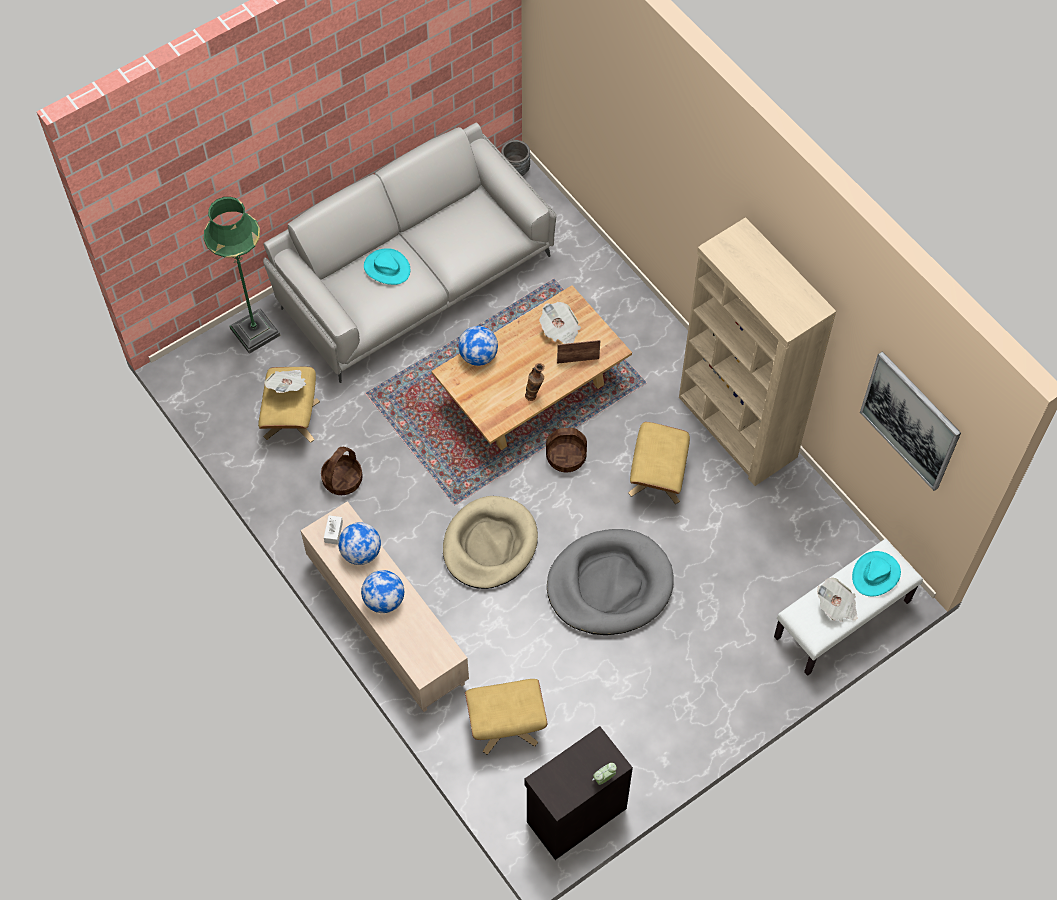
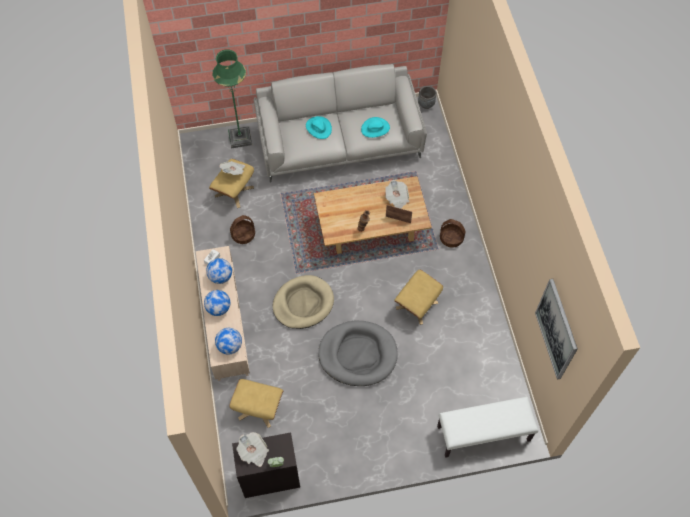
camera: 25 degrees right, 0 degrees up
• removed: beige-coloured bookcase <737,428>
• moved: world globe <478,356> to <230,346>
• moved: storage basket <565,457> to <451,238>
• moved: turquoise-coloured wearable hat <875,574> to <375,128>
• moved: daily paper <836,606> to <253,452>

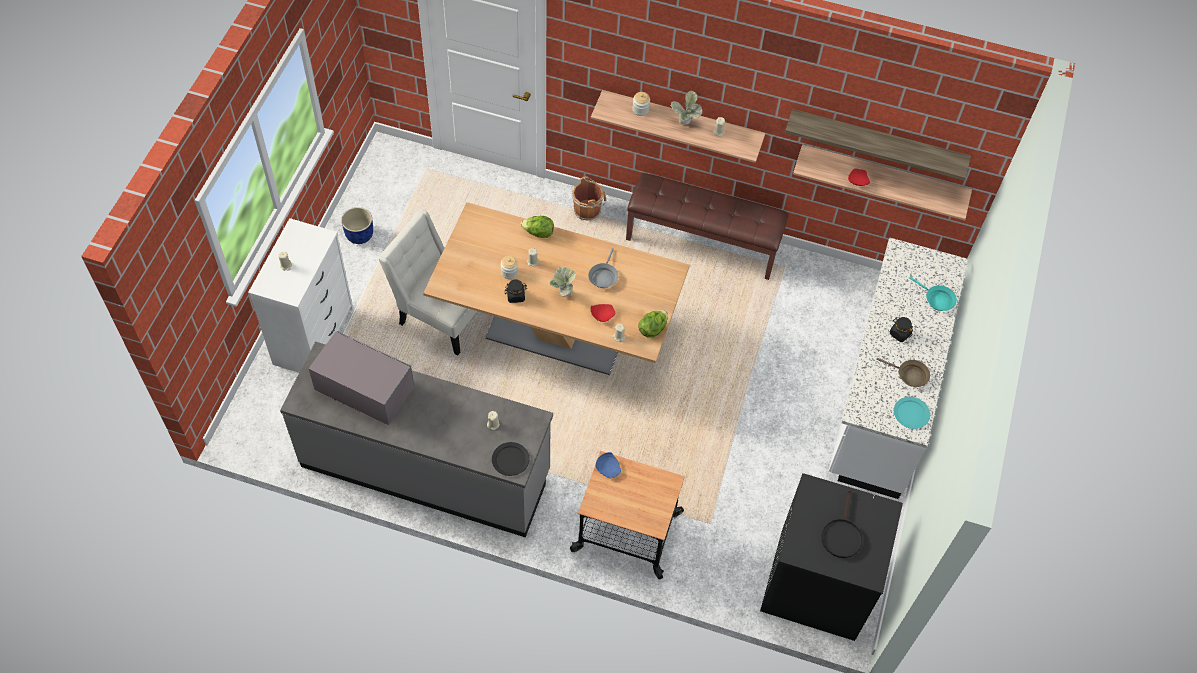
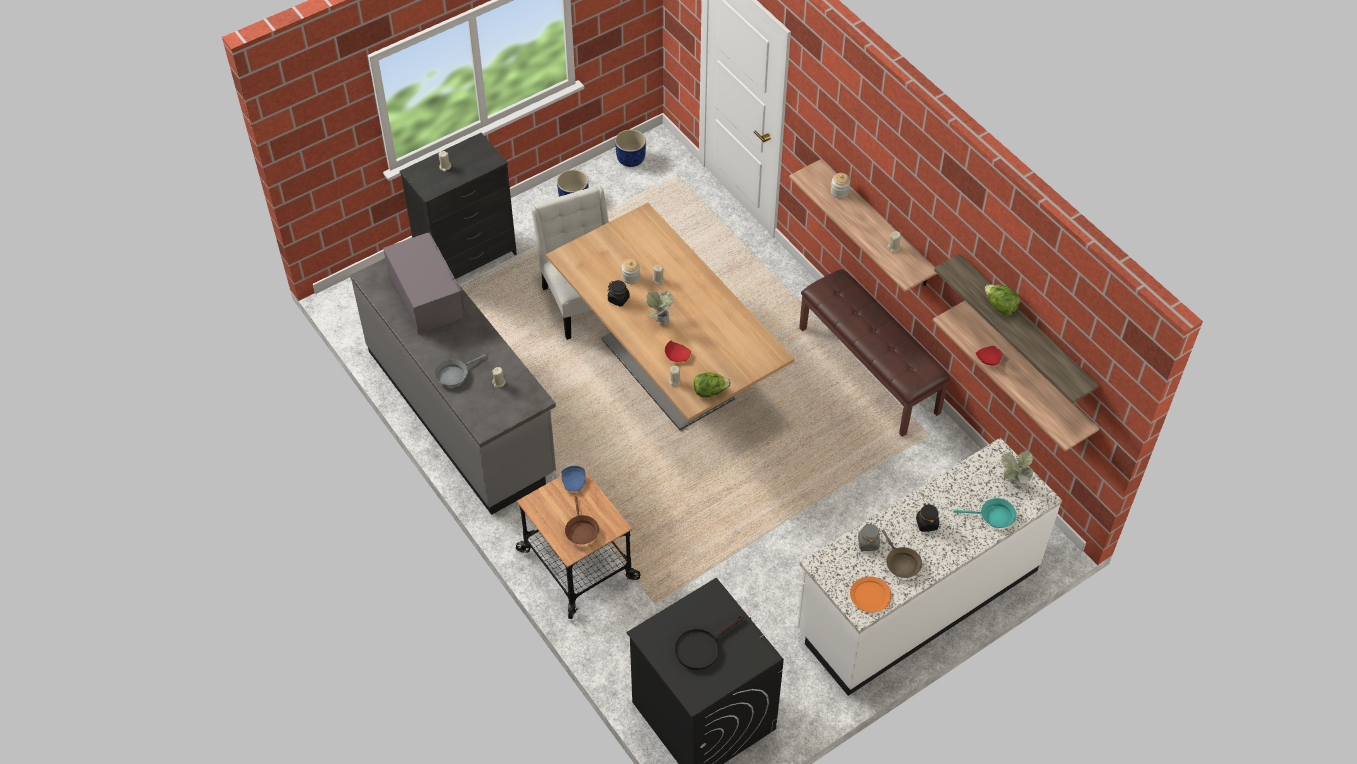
camera: 40 degrees right, 5 degrees down
• moved: houseplant <684,124> to <1012,483>
• removed: brown water bucket <588,210>
• moved: lettuce <538,233> to <1000,307>
• recoloured: white-coloured chest of drawers <314,336> to blackish chest of drawers <467,258>
• moved: grey frying pan <603,276> to <454,374>
• turned: turquoise-coloured frying pan <937,299> = <993,516> 75 degrees counterclockwise
• recoloured: turquoise-coloured dinner plate <911,413> to orange-coloured dinner plate <870,595>
• removed: blackish dinner plate <511,460>
• added: bluish planter <631,159>
• added: brown frying pan <581,530>
• added: grey jar <868,543>

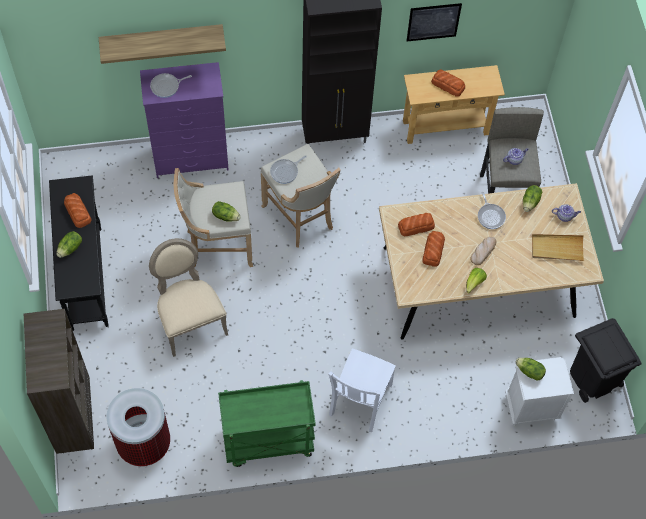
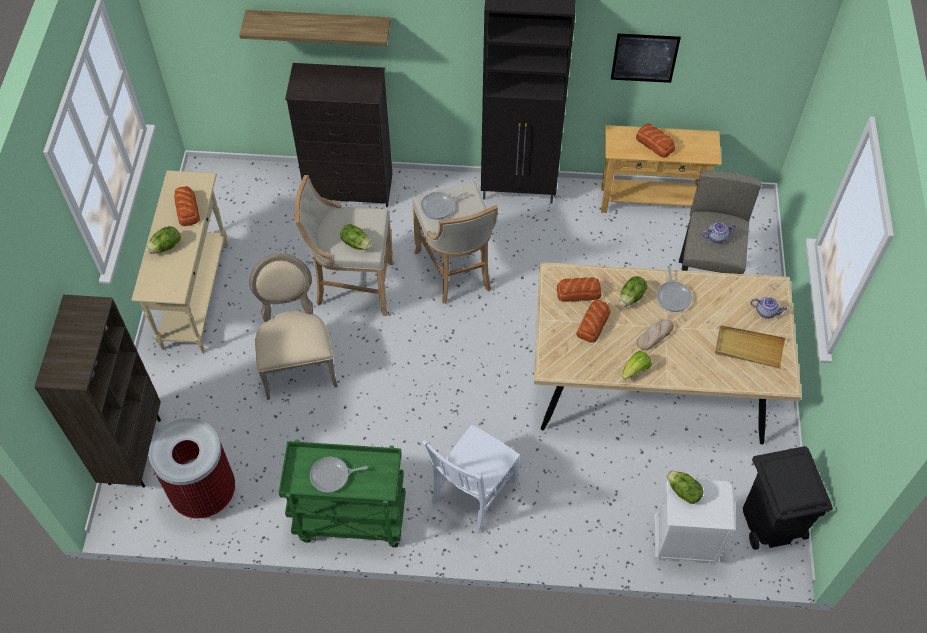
camera: 15 degrees right, 5 degrees down
• recoloured: purplish chest of drawers <191,159> to blackish chest of drawers <350,188>
• moved: frying pan <166,86> to <332,476>
• recoloured: blackish narrow table <86,278> to beige-coloured narrow table <196,295>
• moved: lettuce <530,202> to <632,297>

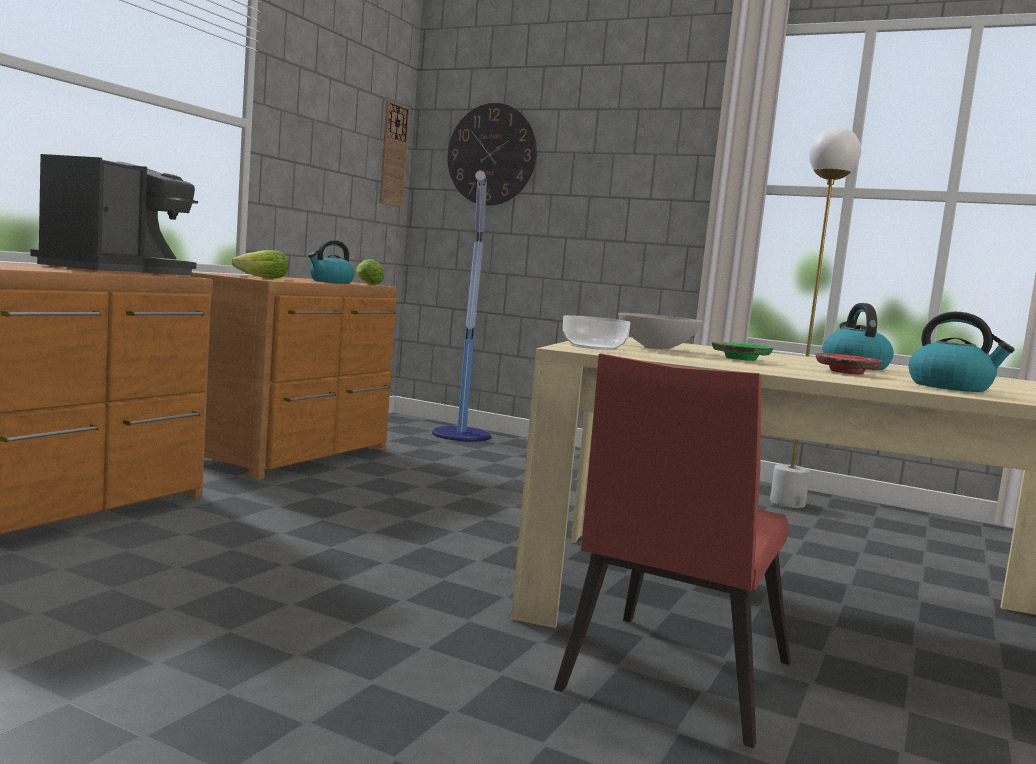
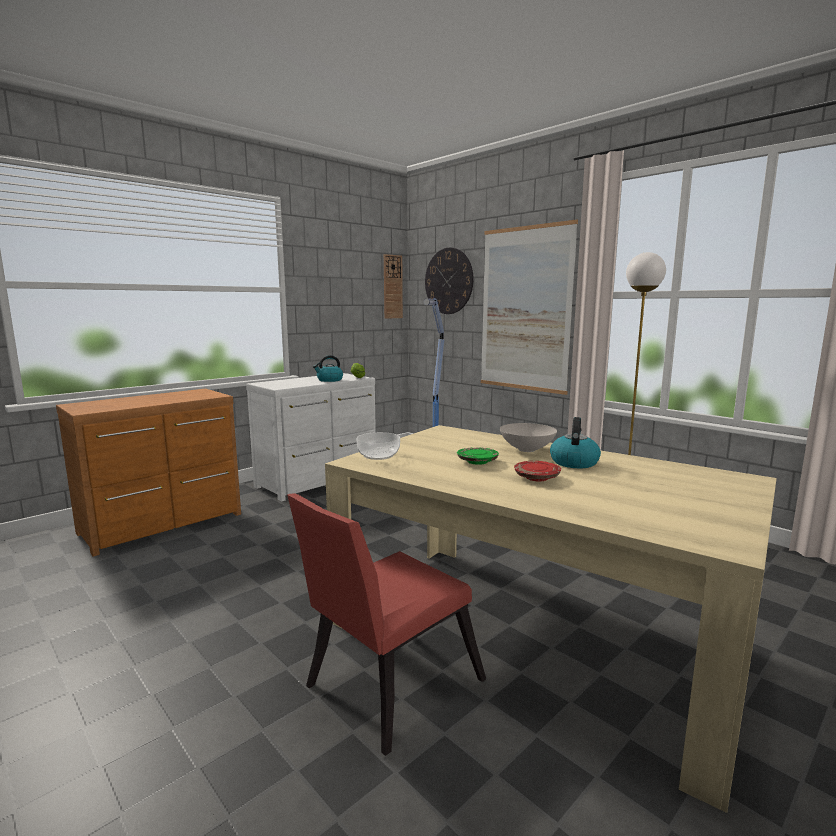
camera: 20 degrees right, 5 degrees up
• removed: coffee maker <119,270>
• removed: lettuce <259,277>
• recoloured: brown chest of drawers <297,455> to white-coloured chest of drawers <319,481>
• removed: kettle <951,387>
• moved: white-coloured deep dish <655,348> to <526,449>
• added: picture <525,309>

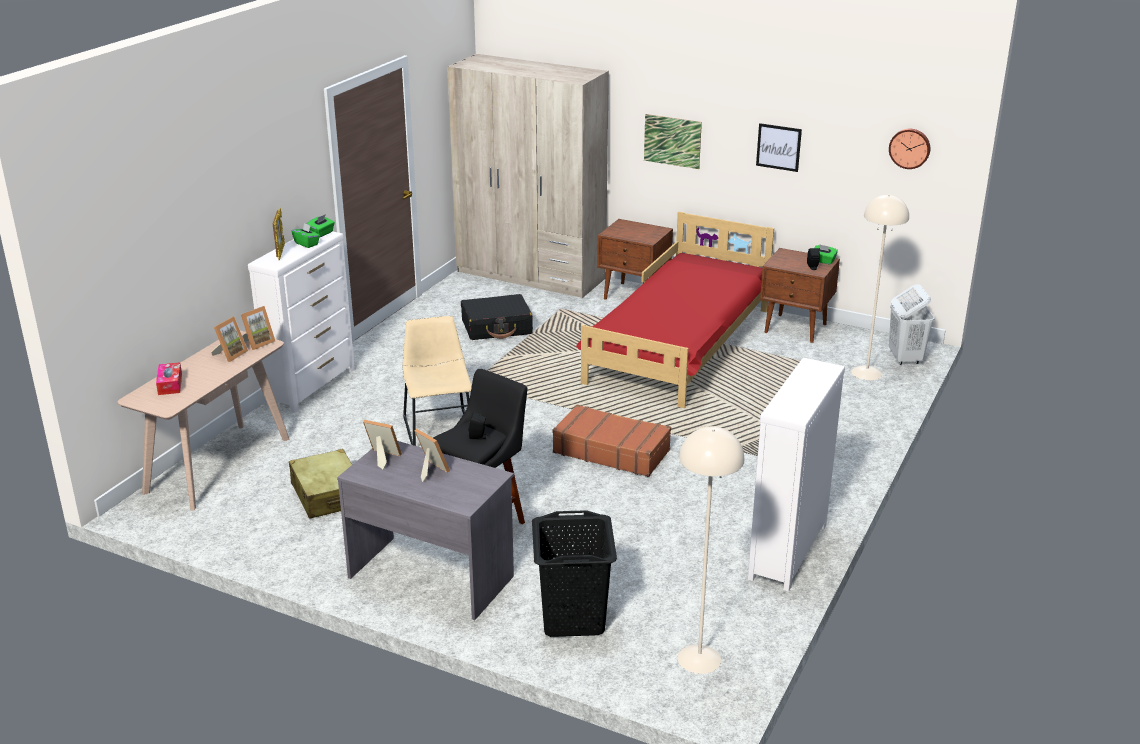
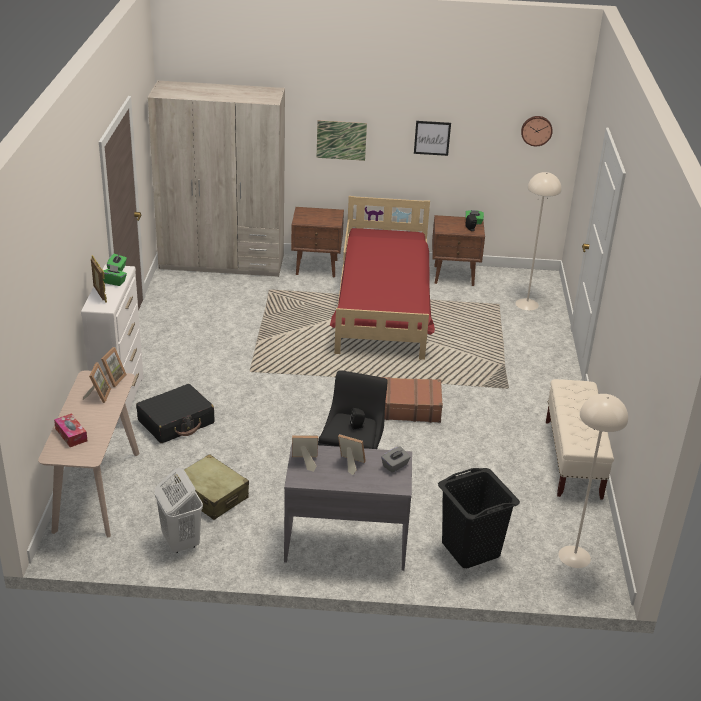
camera: 25 degrees left, 5 degrees up
• moved: white-coloured laundry basket <905,358> to <180,542>
• moved: blackish suitcase <497,327> to <176,422>
• removed: beige-coloured upright chair <438,428>
• replaced: white-coloured chest of drawers <787,551> to beige-coloured indoor bench <573,459>
• added: grey tissue holder <395,466>

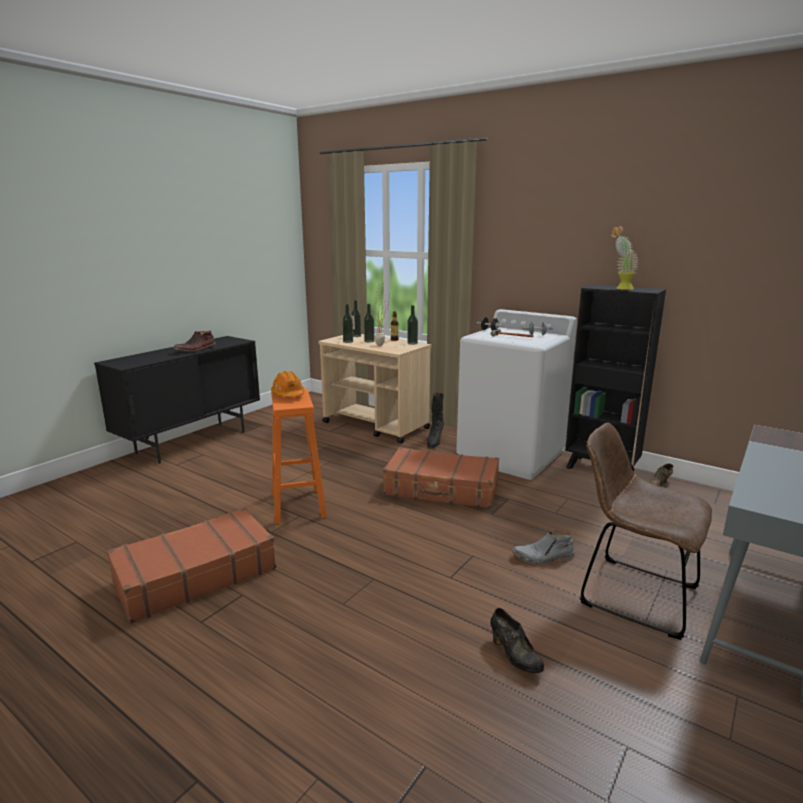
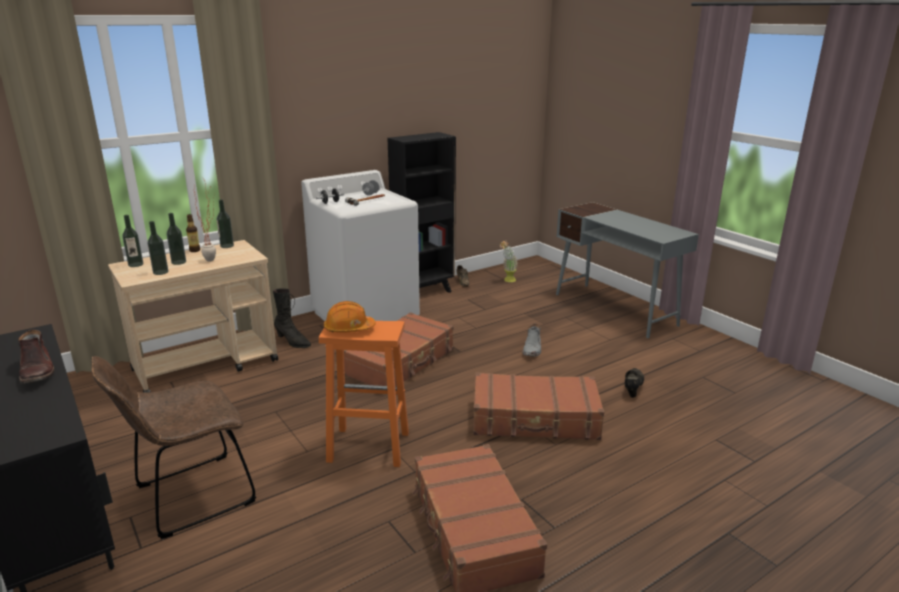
camera: 70 degrees left, 5 degrees up
• moved: houseplant <620,288> to <507,281>
• moved: brown upright chair <632,593> to <189,497>
• turned: blackish item of footwear <514,656> = <632,388> 60 degrees counterclockwise
• added: brown suitcase <535,419>

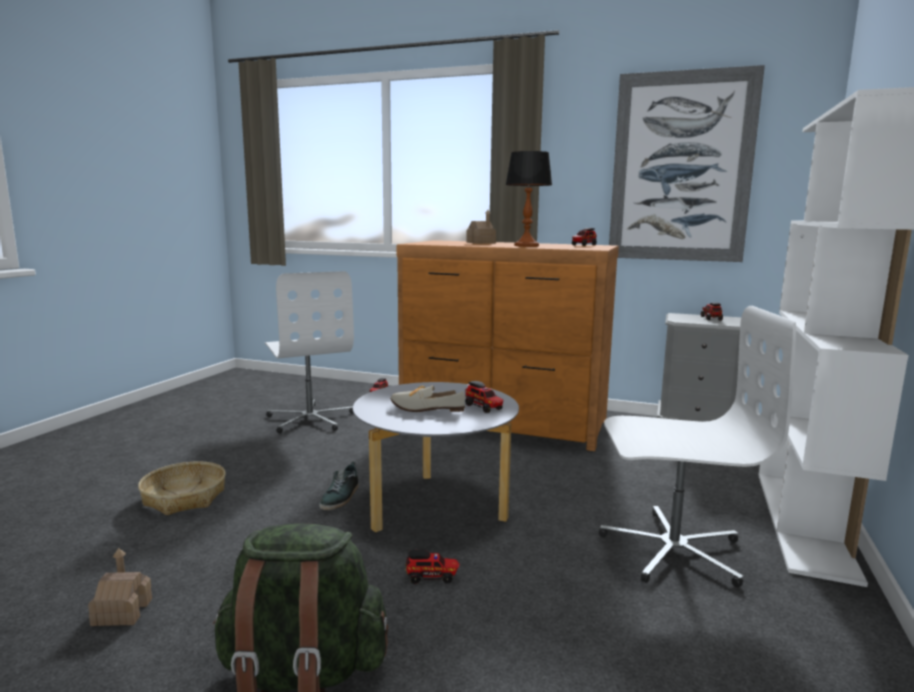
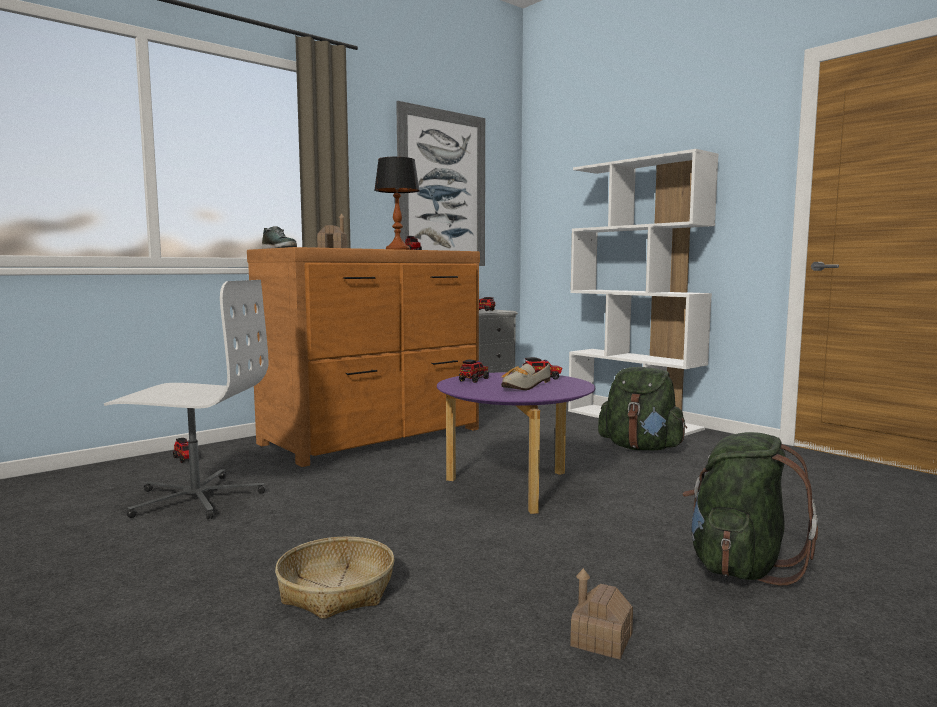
camera: 60 degrees left, 5 degrees down
• replaced: white-coloured office chair <672,549> to greenish knapsack <641,448>
• recoloured: grey lounge table <436,506> to purplish lounge table <514,487>
• moved: item of footwear <341,497> to <279,248>
• moved: model truck <432,577> to <474,380>

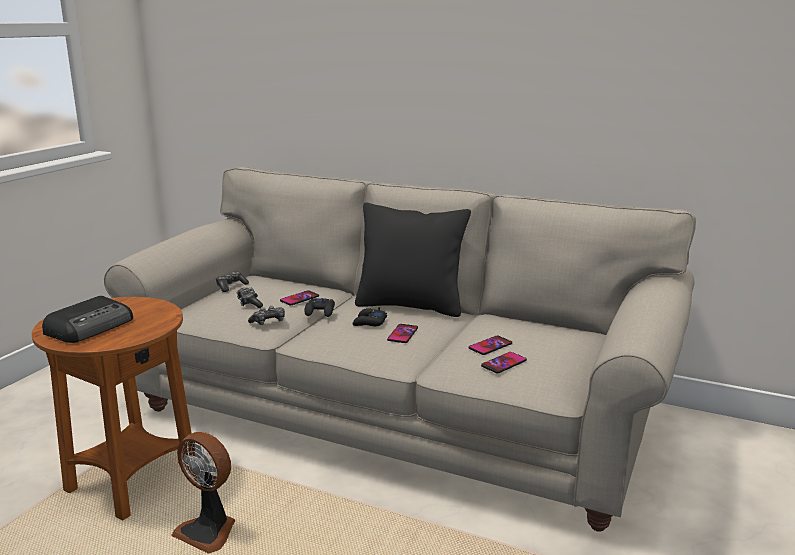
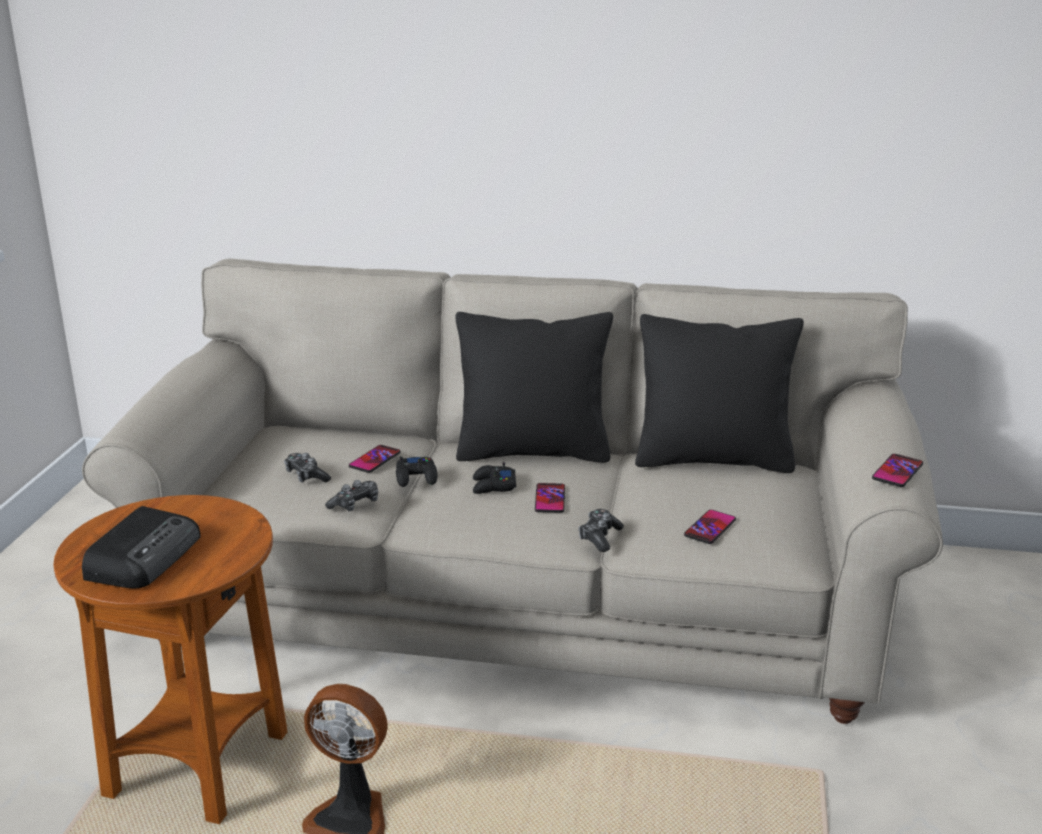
camera: 15 degrees left, 5 degrees up
• moved: joypad <231,286> to <599,537>
• moved: phone <490,346> to <897,471>
• added: blackish pillow <713,460>

